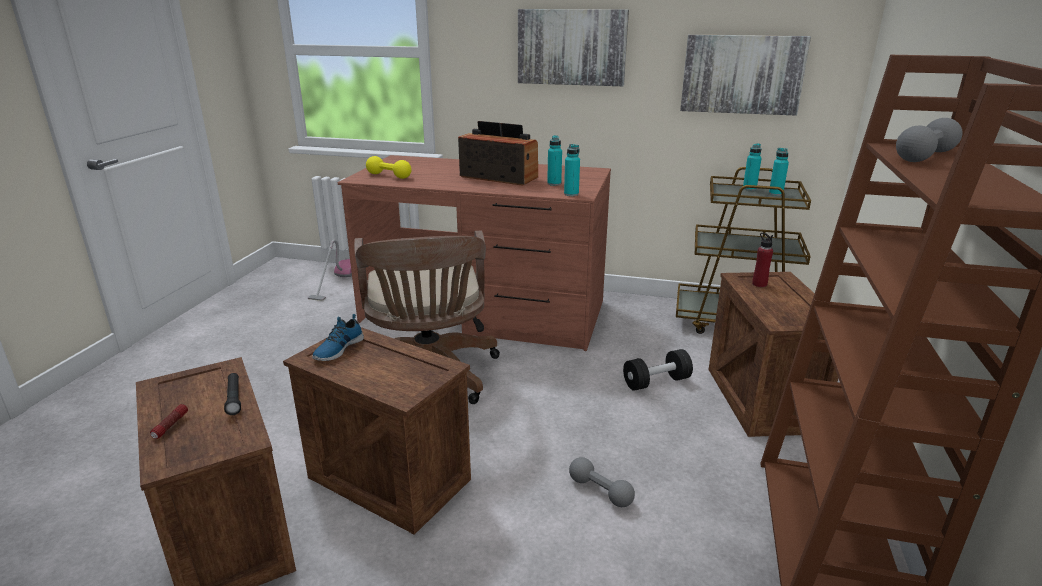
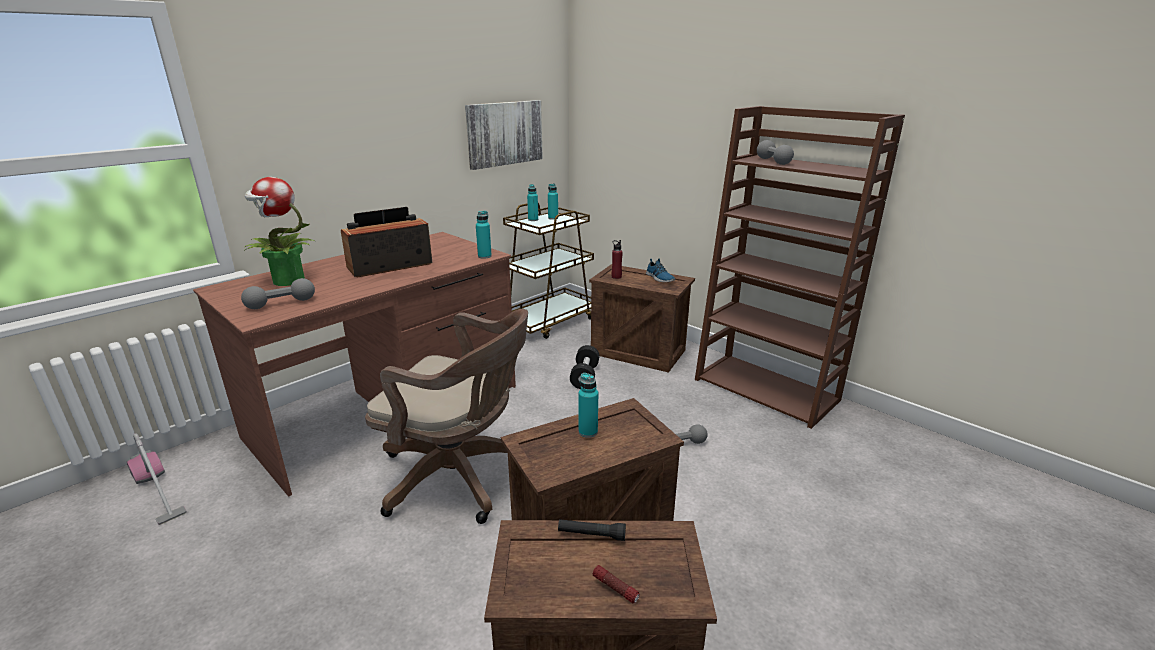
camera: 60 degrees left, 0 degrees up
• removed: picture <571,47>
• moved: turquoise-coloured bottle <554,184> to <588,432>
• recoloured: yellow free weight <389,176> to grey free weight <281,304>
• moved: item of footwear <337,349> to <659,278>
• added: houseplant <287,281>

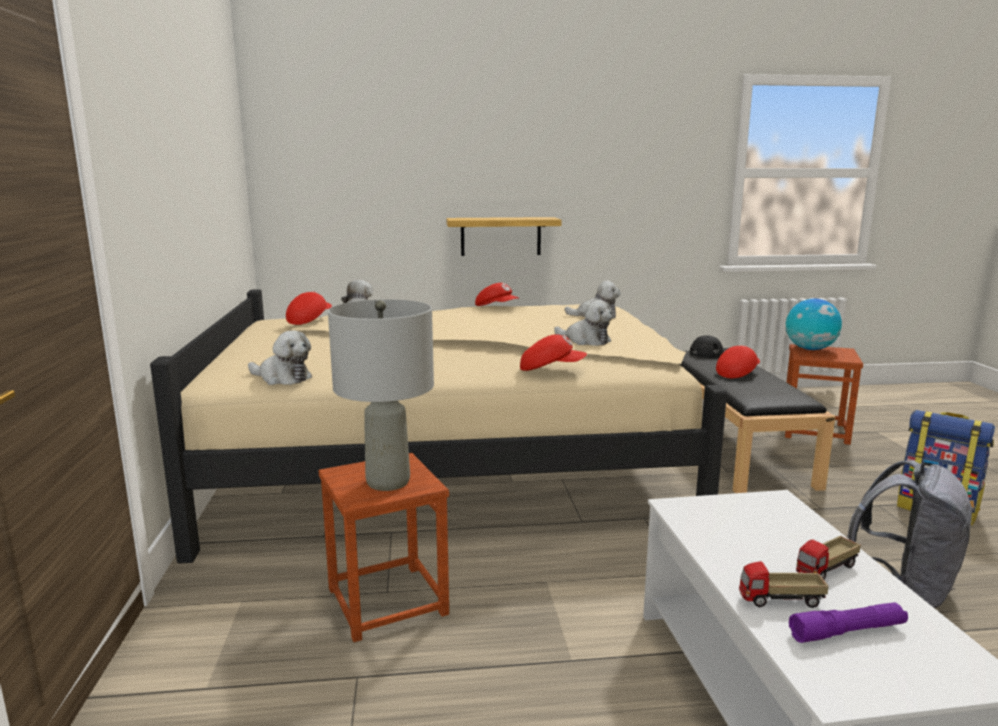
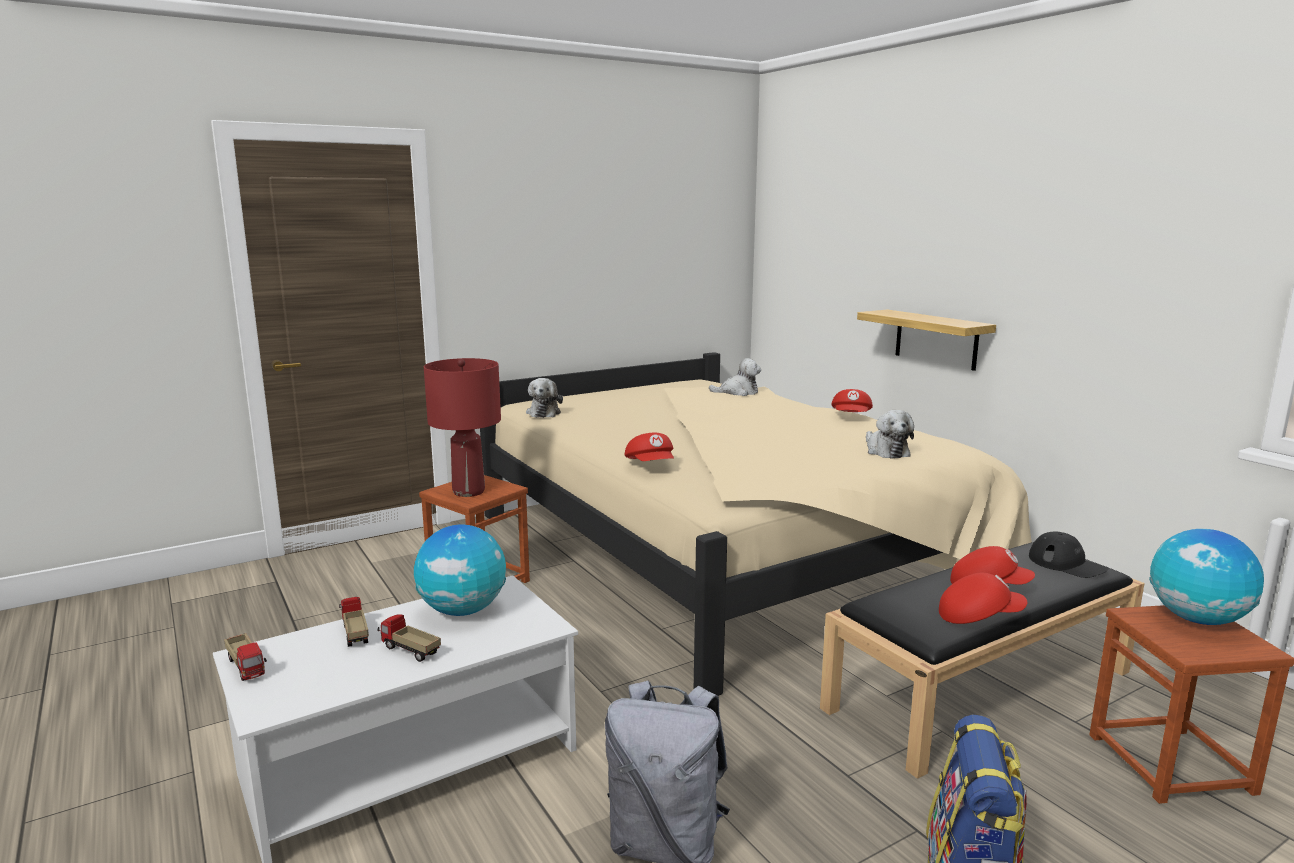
camera: 65 degrees right, 0 degrees up
• moved: reddish baseball cap <309,320> to <978,616>
• recoloured: grey tabletop lamp <387,482> to reddish tabletop lamp <468,491>
• removed: soft toy <586,340>
• removed: purplish hand torch <847,632>
• added: world globe <463,610>
• added: model truck <247,667>

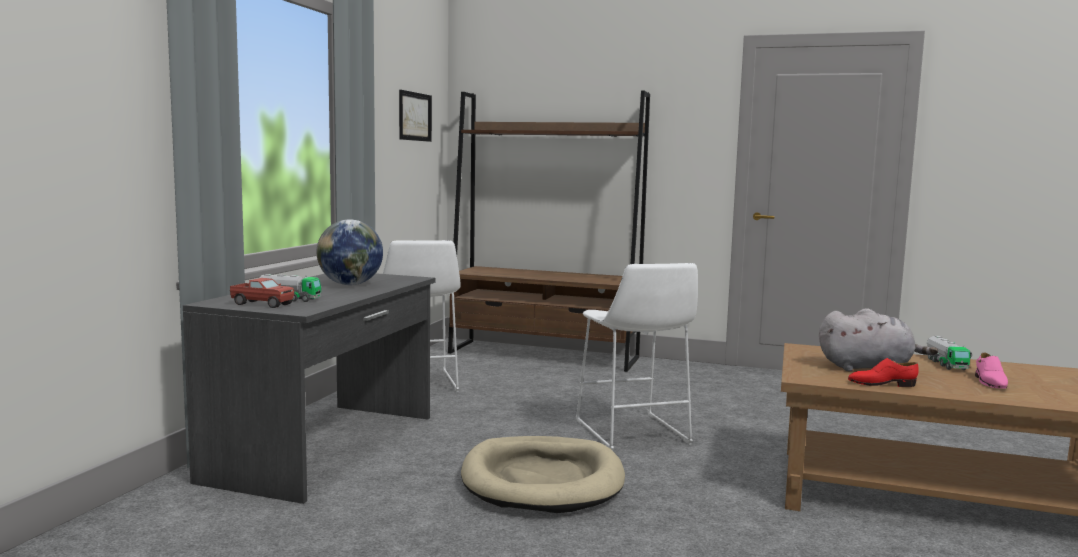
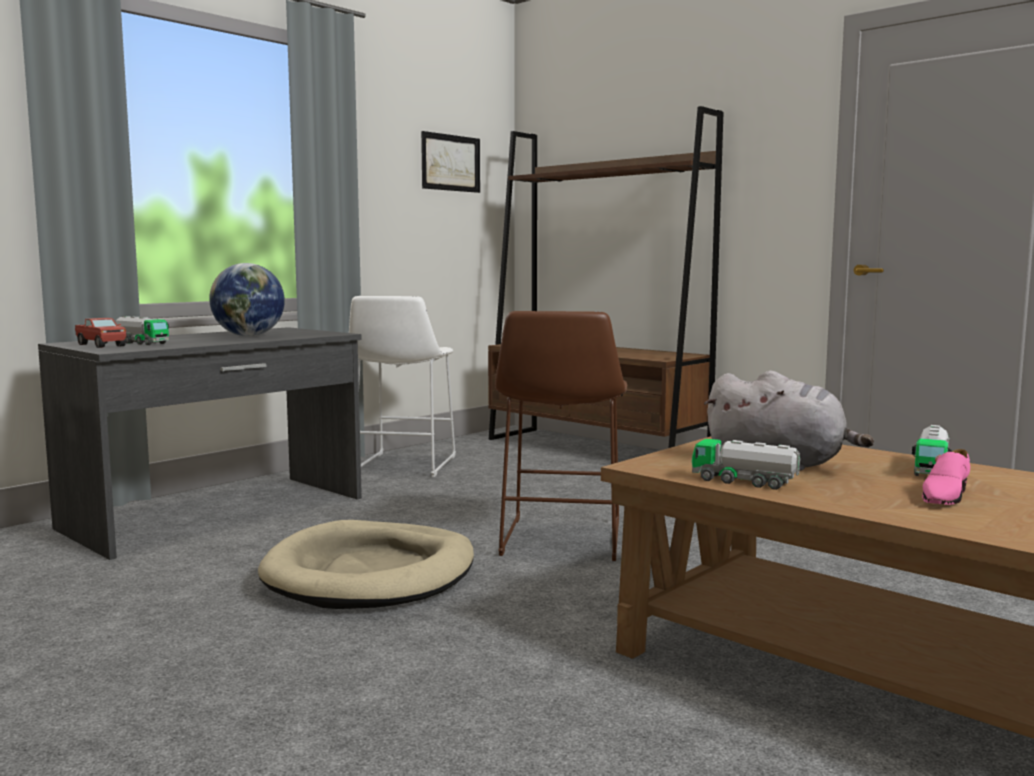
camera: 25 degrees right, 0 degrees up
• recoloured: white-coloured stool <633,434> to brown stool <560,541>
• replaced: reddish item of footwear <881,384> to model truck <744,482>

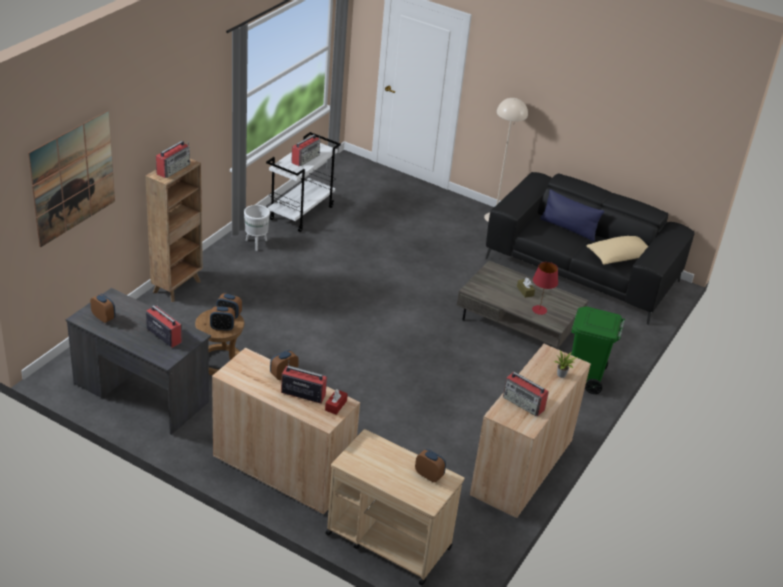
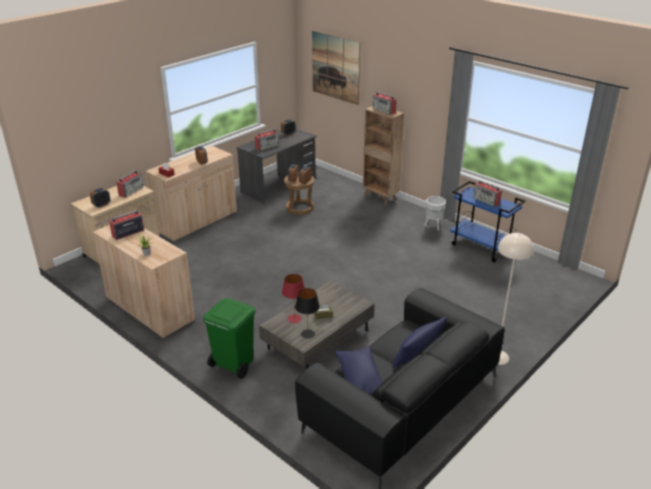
camera: 105 degrees right, 5 degrees down
• recoloured: white-coloured wheeled cart <301,212> to bluish wheeled cart <481,247>
• recoloured: beige-coloured pillow <620,257> to bluish pillow <359,380>
• moved: radio <302,393> to <131,191>
• added: blackish tabletop lamp <307,334>

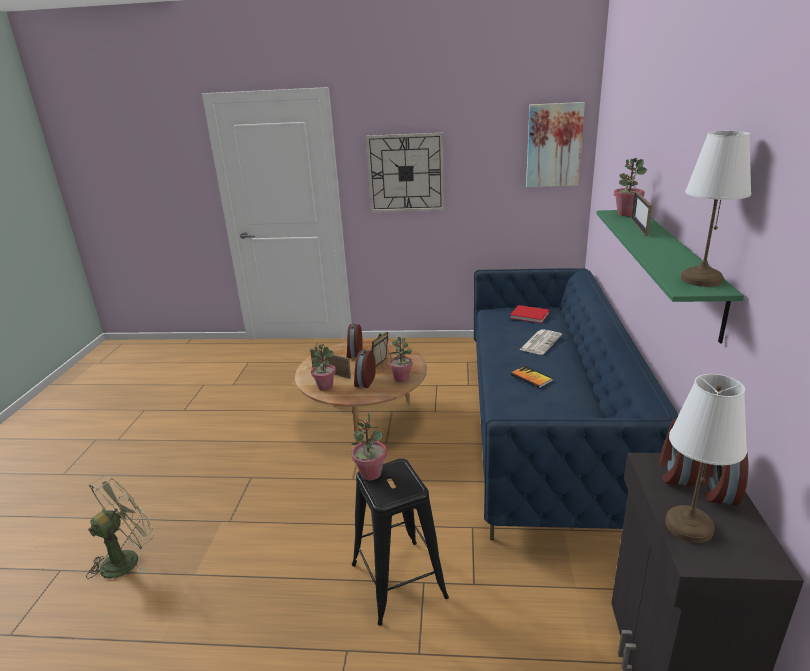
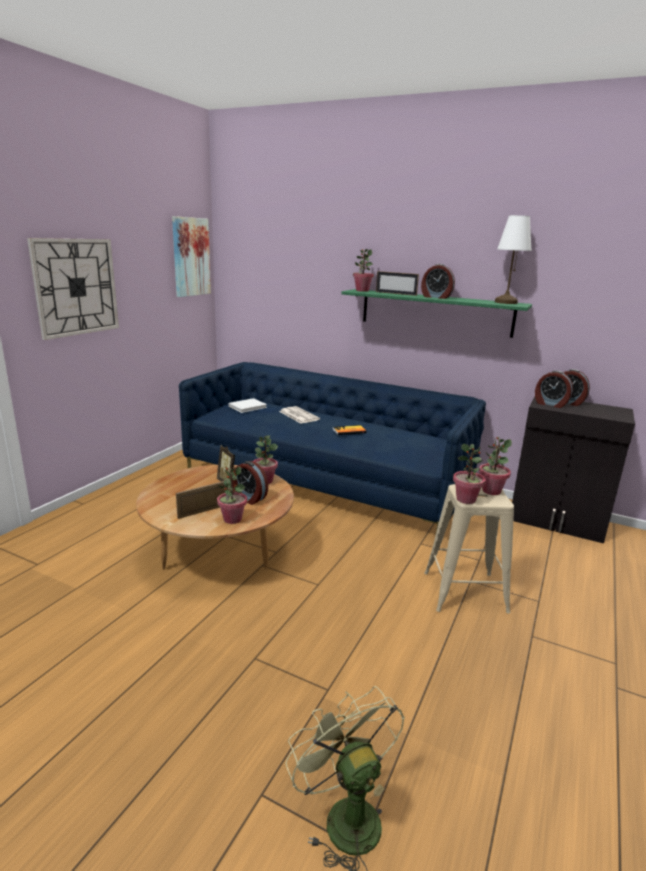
camera: 70 degrees left, 5 degrees down
• recoloured: reddish volume <530,315> to white-coloured volume <248,406>
• moved: alarm clock <354,353> to <436,297>
• removed: white-coloured tabletop lamp <687,525>
• recoloured: blackish stool <398,581> to beige-coloured stool <465,592>
• added: houseplant <491,491>

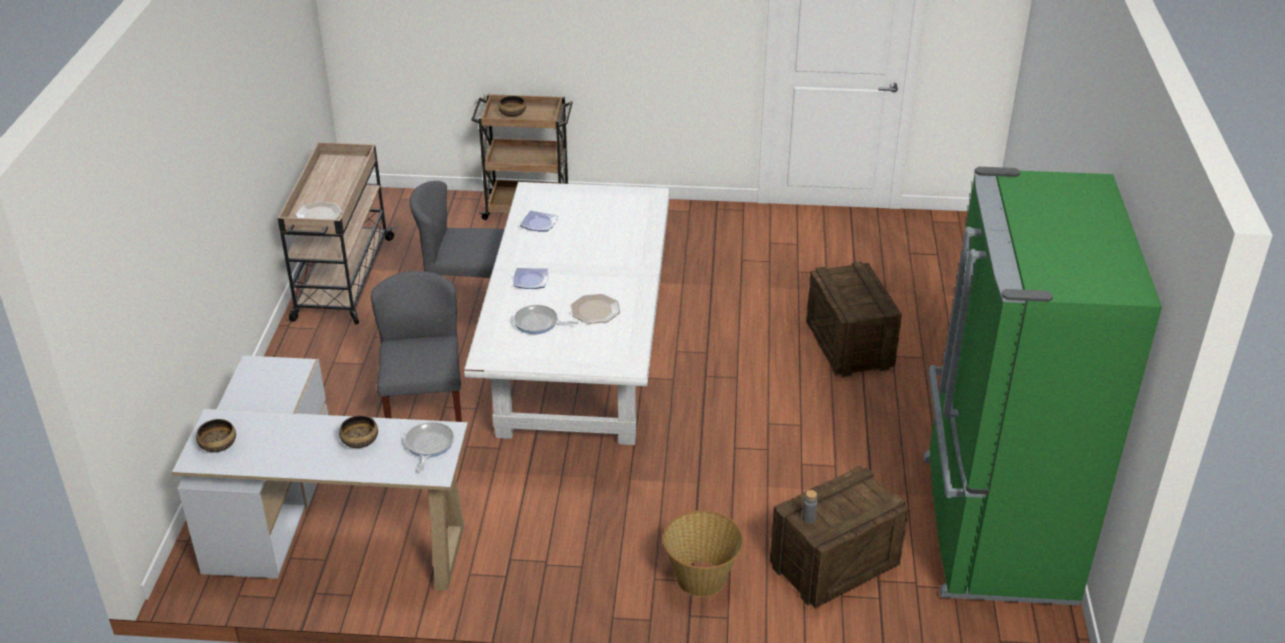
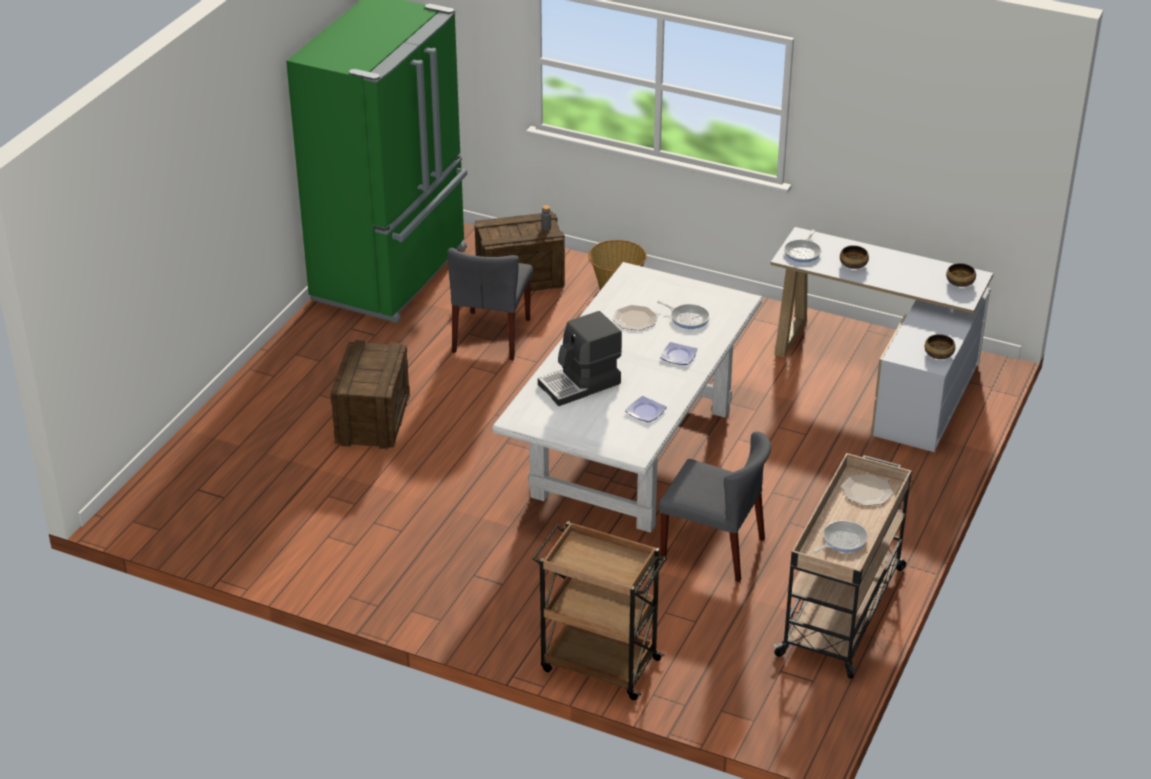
camera: 160 degrees left, 0 degrees up
• moved: deep dish <512,114> to <939,354>
• moved: grey upright chair <425,411> to <491,336>
• added: coffee maker <580,384>
• added: frying pan <842,540>

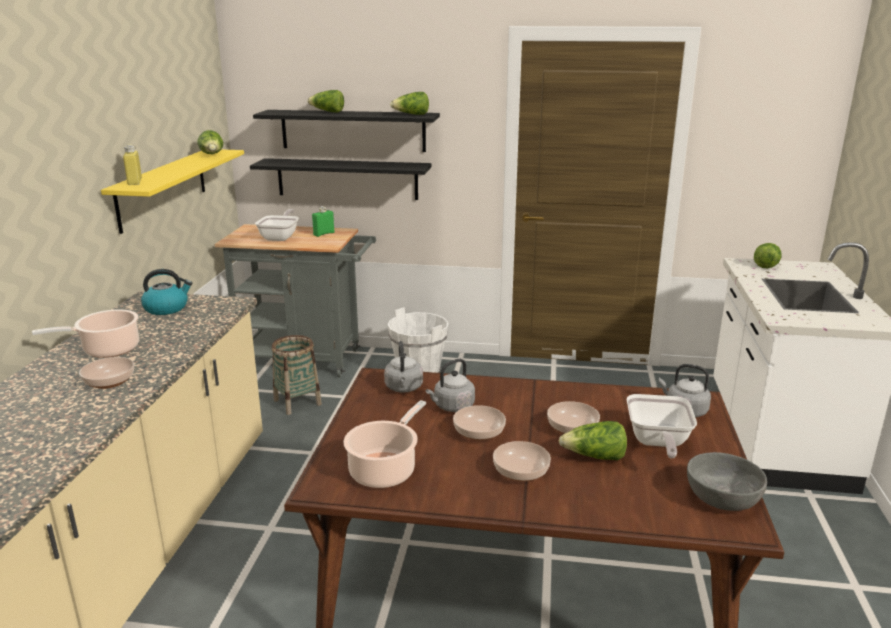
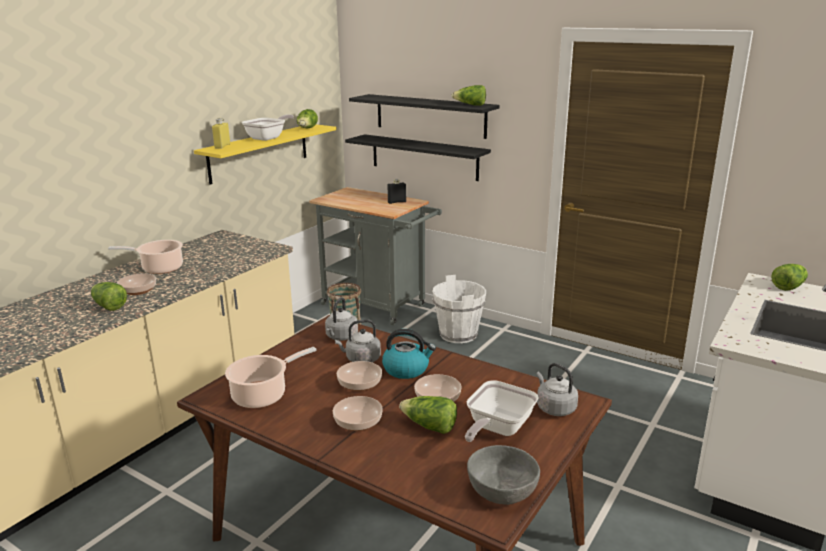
camera: 25 degrees right, 0 degrees up
• moved: lettuce <327,112> to <109,306>
• recoloured: greenish bottle <324,234> to blackish bottle <397,202>
• moved: frying pan <280,237> to <268,138>
• moved: kettle <167,308> to <406,369>

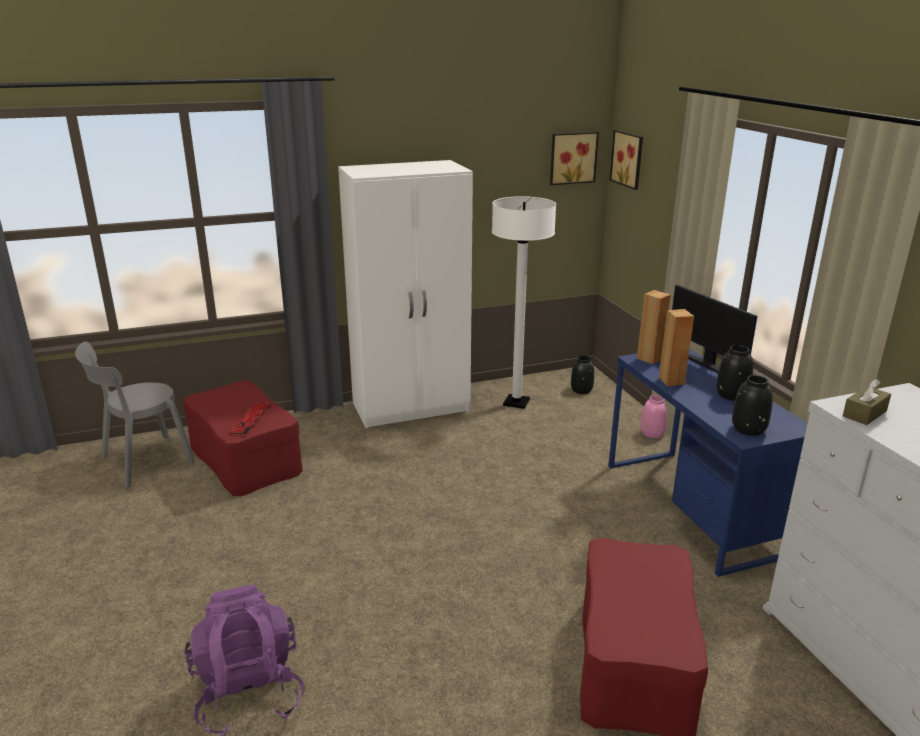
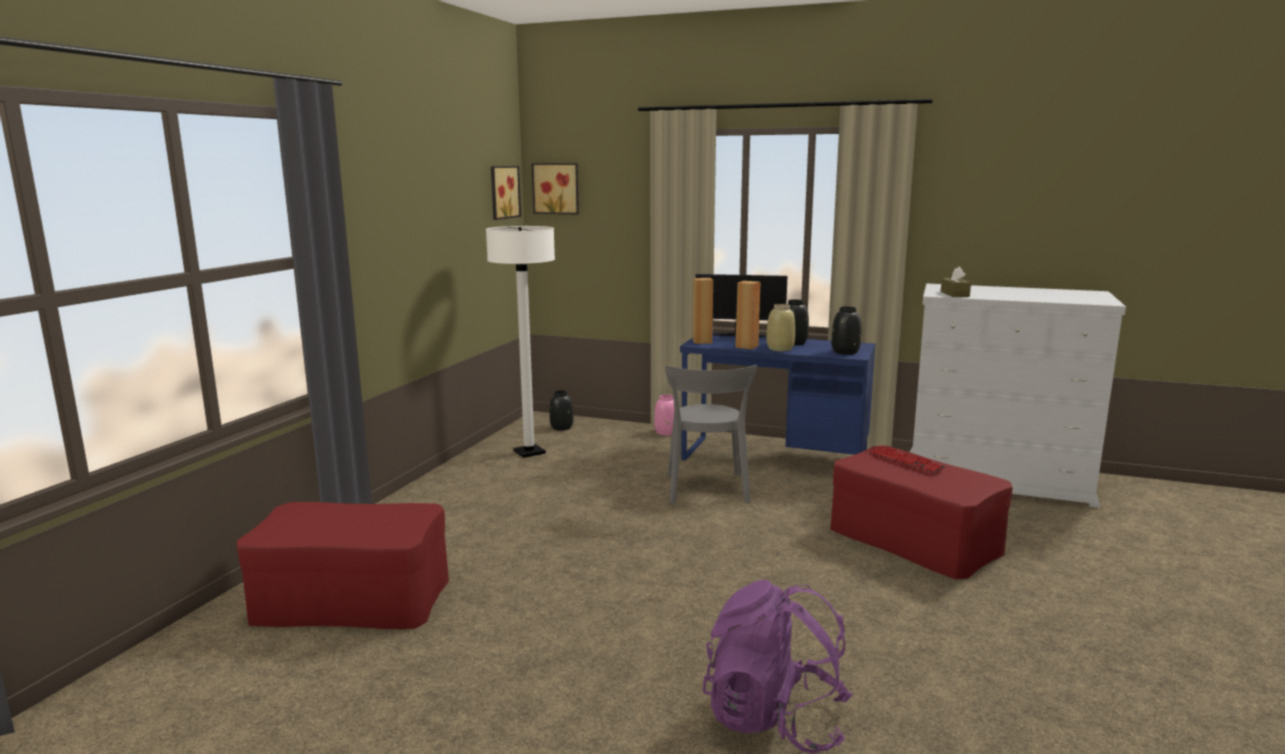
camera: 50 degrees left, 10 degrees down
• removed: white-coloured clothes cupboard <412,407>
• moved: grey upright chair <143,462> to <707,490>
• moved: keyboard <251,420> to <905,462>
• added: beige-coloured flower vase <779,349>

